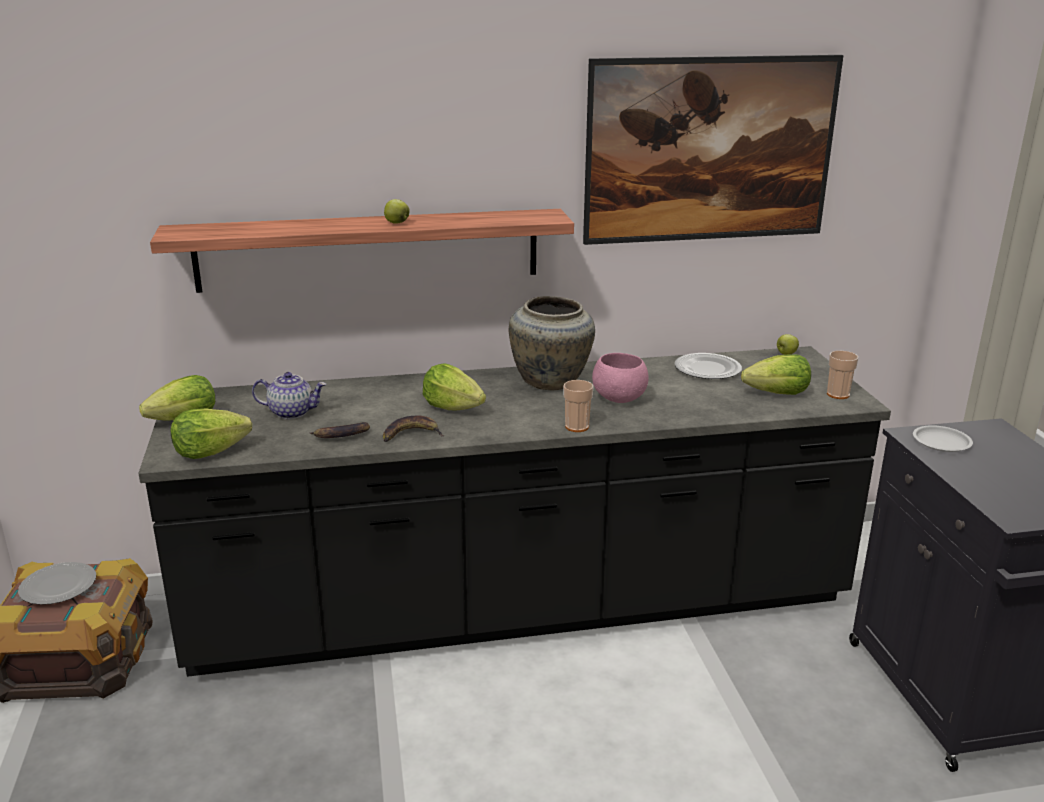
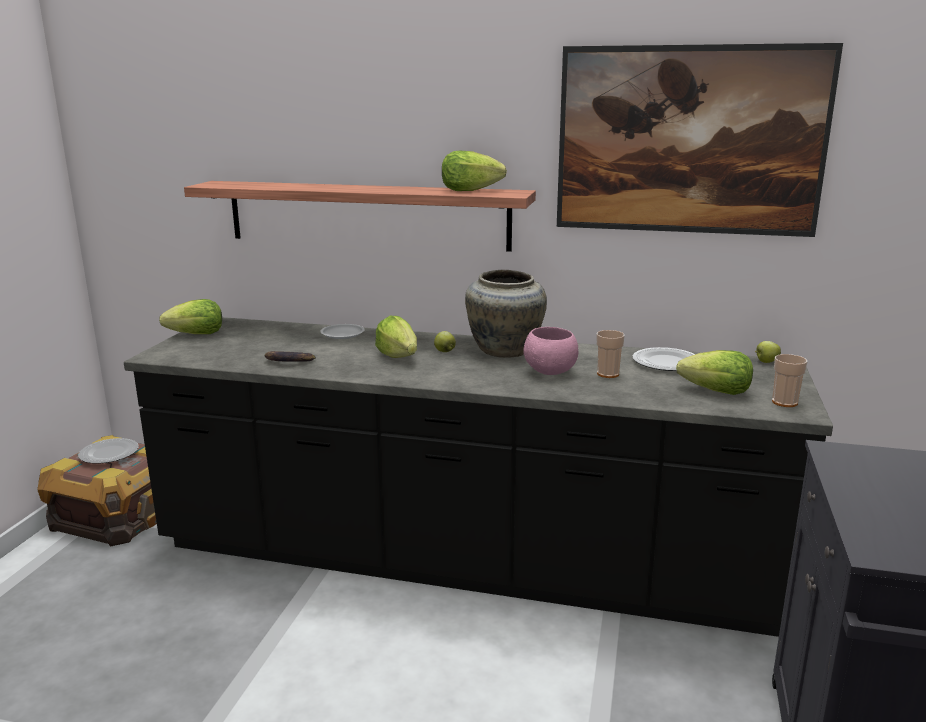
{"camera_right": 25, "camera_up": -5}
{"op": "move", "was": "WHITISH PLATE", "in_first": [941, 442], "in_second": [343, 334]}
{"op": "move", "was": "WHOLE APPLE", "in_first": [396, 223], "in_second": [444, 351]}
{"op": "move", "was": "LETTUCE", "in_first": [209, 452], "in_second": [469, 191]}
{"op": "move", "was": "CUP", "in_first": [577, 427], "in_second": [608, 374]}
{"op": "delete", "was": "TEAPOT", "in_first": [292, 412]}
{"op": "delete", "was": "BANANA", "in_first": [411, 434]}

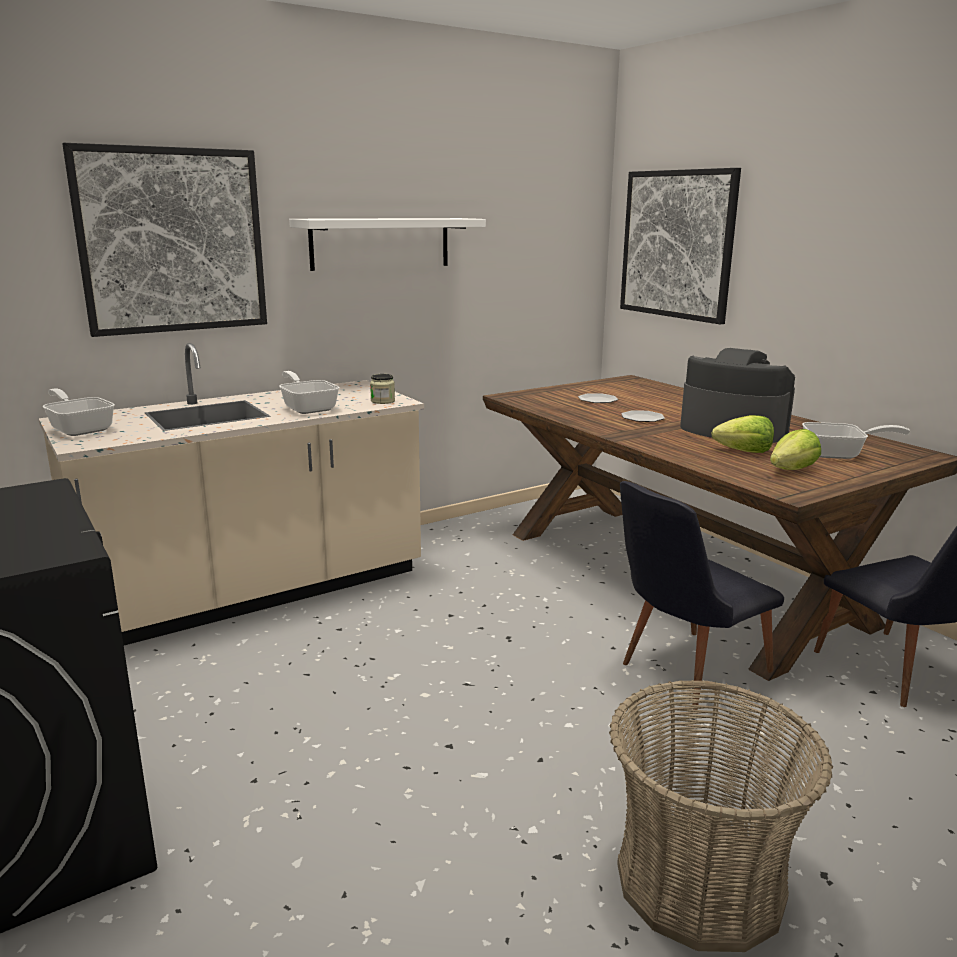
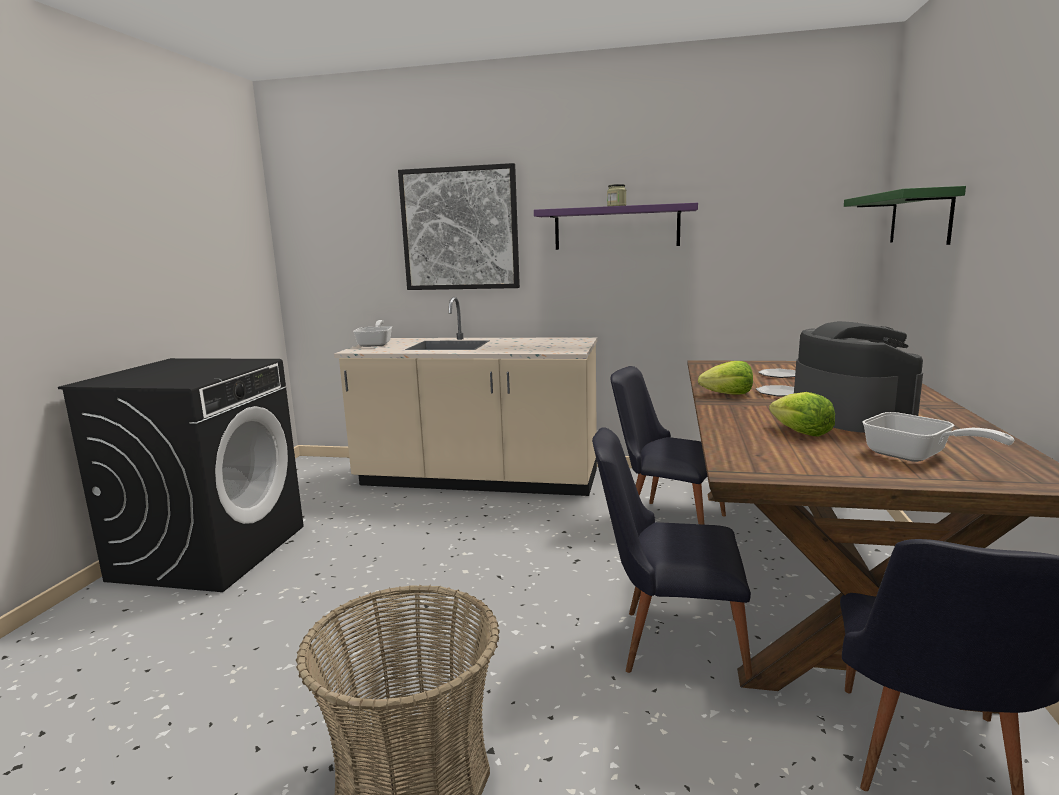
{"camera_right": 45, "camera_up": -5}
{"op": "recolor", "was": "WHITISH WALL SHELF", "now": "PURPLISH WALL SHELF", "in_first": [381, 243], "in_second": [616, 227]}
{"op": "move", "was": "STORAGE JAR", "in_first": [383, 401], "in_second": [616, 206]}
{"op": "insert", "now": "BLACK-COLOURED UPRIGHT CHAIR", "in_second": [665, 519]}
{"op": "move", "was": "LETTUCE", "in_first": [792, 470], "in_second": [728, 394]}
{"op": "replace", "was": "PICTURE", "now": "GREENISH WALL SHELF", "in_first": [677, 244], "in_second": [920, 218]}
{"op": "delete", "was": "SKILLET", "in_first": [308, 407]}

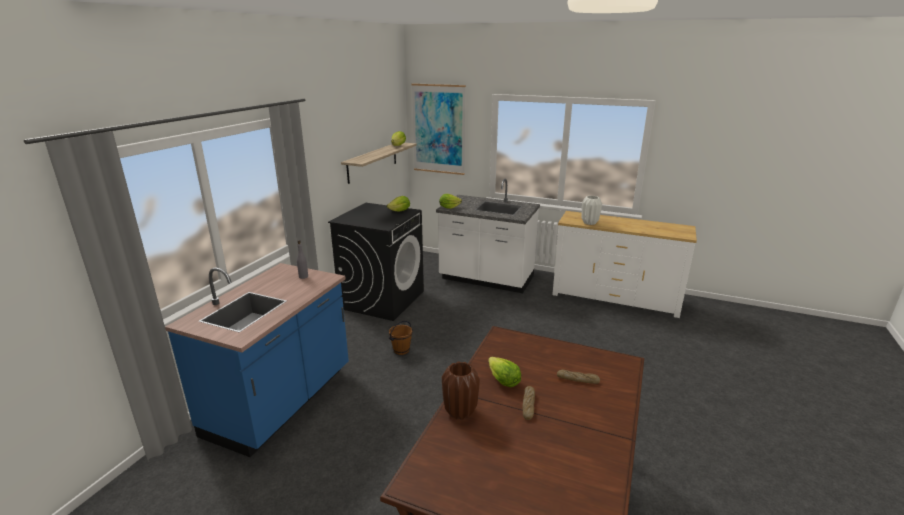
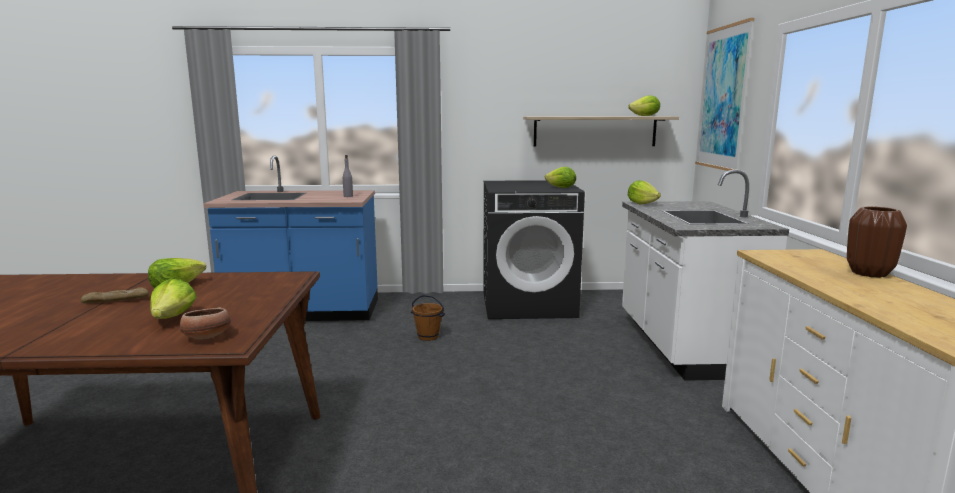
{"camera_right": 65, "camera_up": -10}
{"op": "replace", "was": "BAKED BREAD", "now": "LETTUCE", "in_first": [577, 380], "in_second": [173, 318]}
{"op": "insert", "now": "DEEP DISH", "in_second": [206, 337]}
{"op": "move", "was": "BROWNISH VASE", "in_first": [459, 412], "in_second": [868, 273]}
{"op": "delete", "was": "WHITISH VASE", "in_first": [589, 223]}

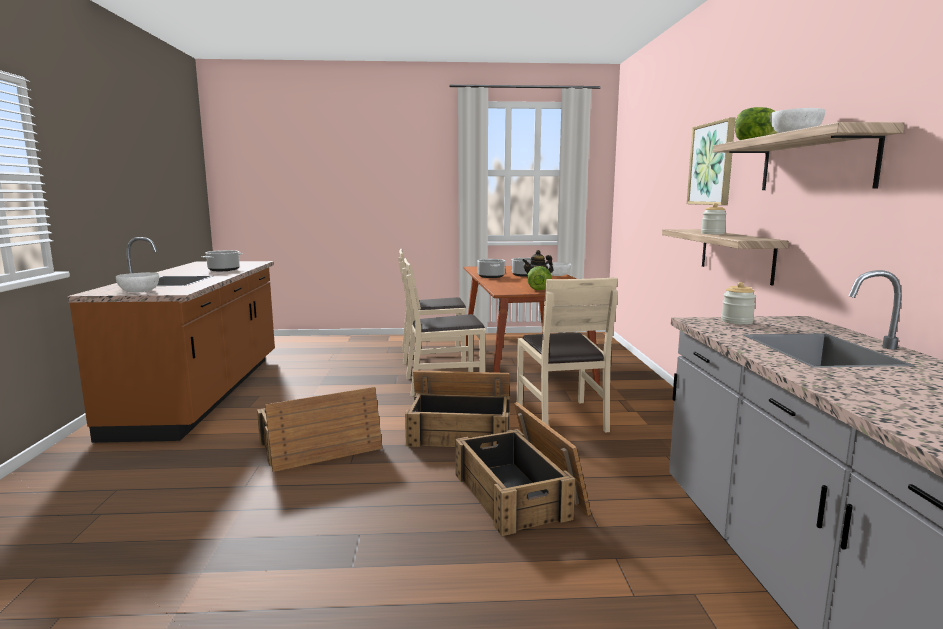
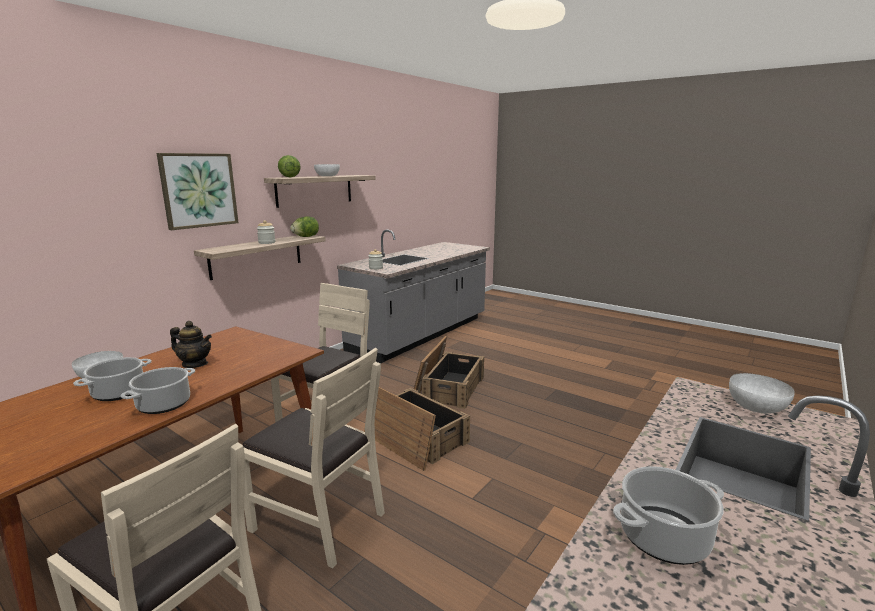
{"camera_right": -140, "camera_up": 5}
{"op": "move", "was": "LETTUCE", "in_first": [538, 289], "in_second": [306, 237]}
{"op": "delete", "was": "CRATE", "in_first": [319, 446]}

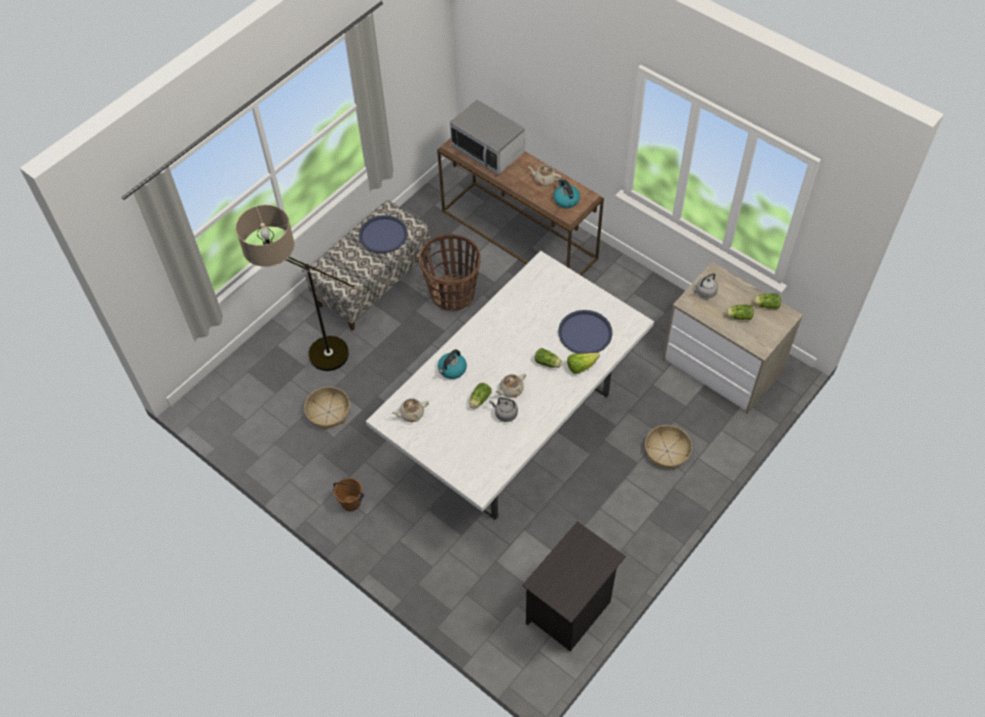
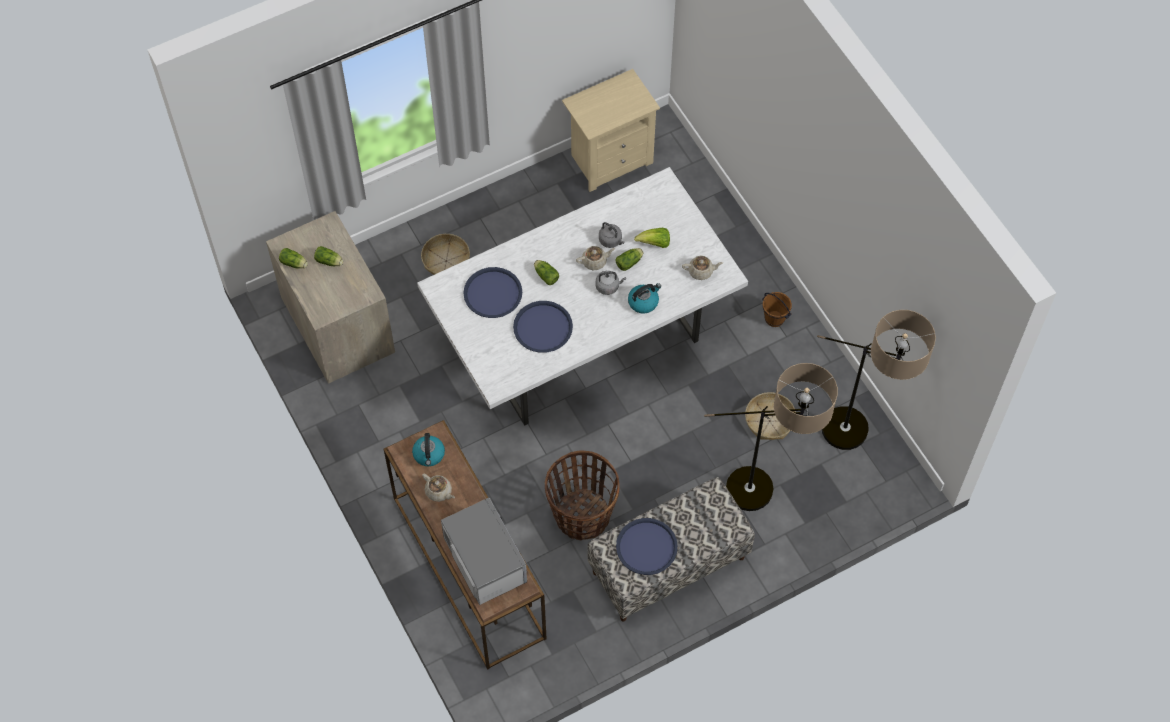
{"camera_right": -160, "camera_up": 5}
{"op": "insert", "now": "BLUE SERVING TRAY", "in_second": [543, 327]}
{"op": "recolor", "was": "BLACK-COLOURED BEDSIDE TABLE", "now": "BEIGE BEDSIDE TABLE", "in_first": [570, 611], "in_second": [610, 159]}
{"op": "move", "was": "GREY TEA KETTLE", "in_first": [704, 292], "in_second": [608, 286]}
{"op": "move", "was": "LETTUCE", "in_first": [581, 366], "in_second": [655, 243]}
{"op": "insert", "now": "STANDING LAMP", "in_second": [859, 441]}

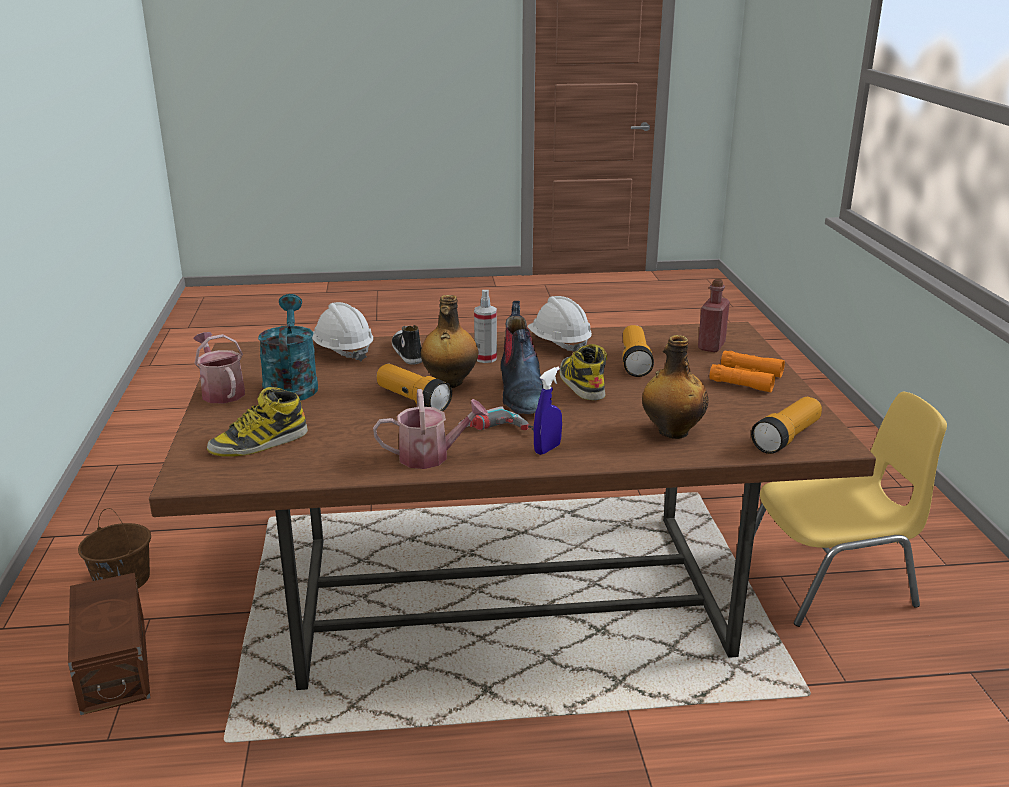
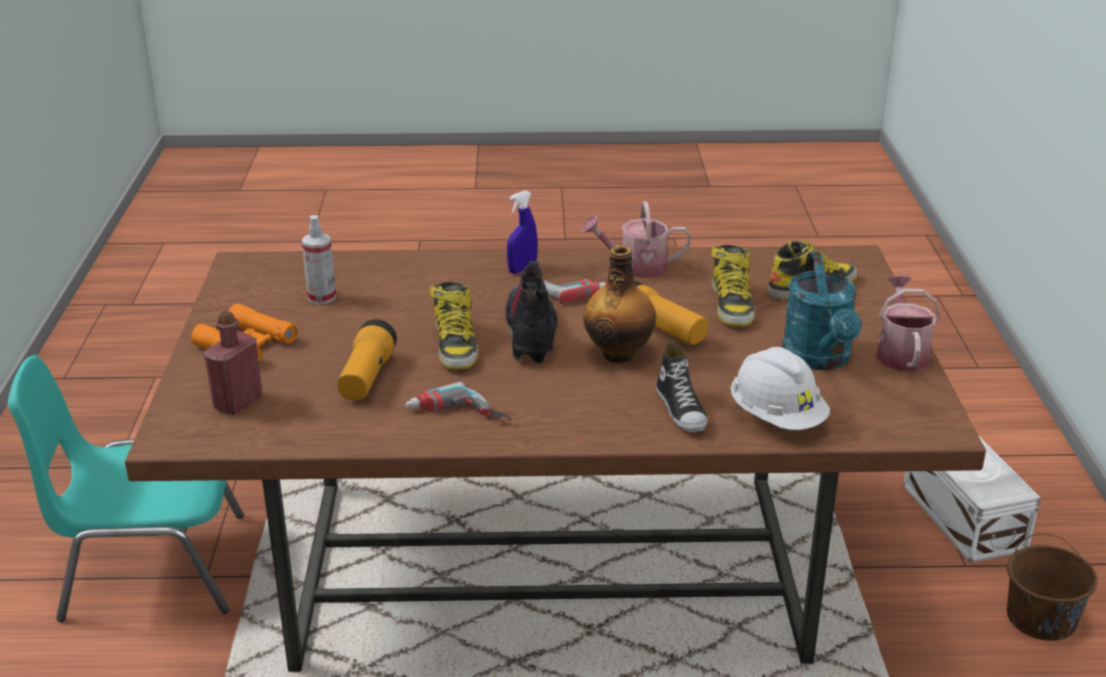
{"camera_right": -175, "camera_up": 5}
{"op": "recolor", "was": "YELLOW-COLOURED UPRIGHT CHAIR", "now": "TURQUOISE-COLOURED UPRIGHT CHAIR", "in_first": [830, 580], "in_second": [151, 567]}
{"op": "move", "was": "SPRAY BOTTLE", "in_first": [485, 358], "in_second": [322, 297]}
{"op": "replace", "was": "WHITISH HARD HAT", "now": "ELECTRIC DRILL", "in_first": [559, 344], "in_second": [456, 417]}
{"op": "insert", "now": "BOOT", "in_second": [732, 305]}
{"op": "rotate", "was": "WATERING CAN", "in_first": [221, 391], "in_second": [901, 353], "clockwise": -150}
{"op": "recolor", "was": "BROWNISH STORAGE BIN", "now": "WHITISH STORAGE BIN", "in_first": [116, 663], "in_second": [962, 518]}
{"op": "delete", "was": "DRINK BOTTLE", "in_first": [672, 432]}
{"op": "delete", "was": "TORCH", "in_first": [786, 438]}

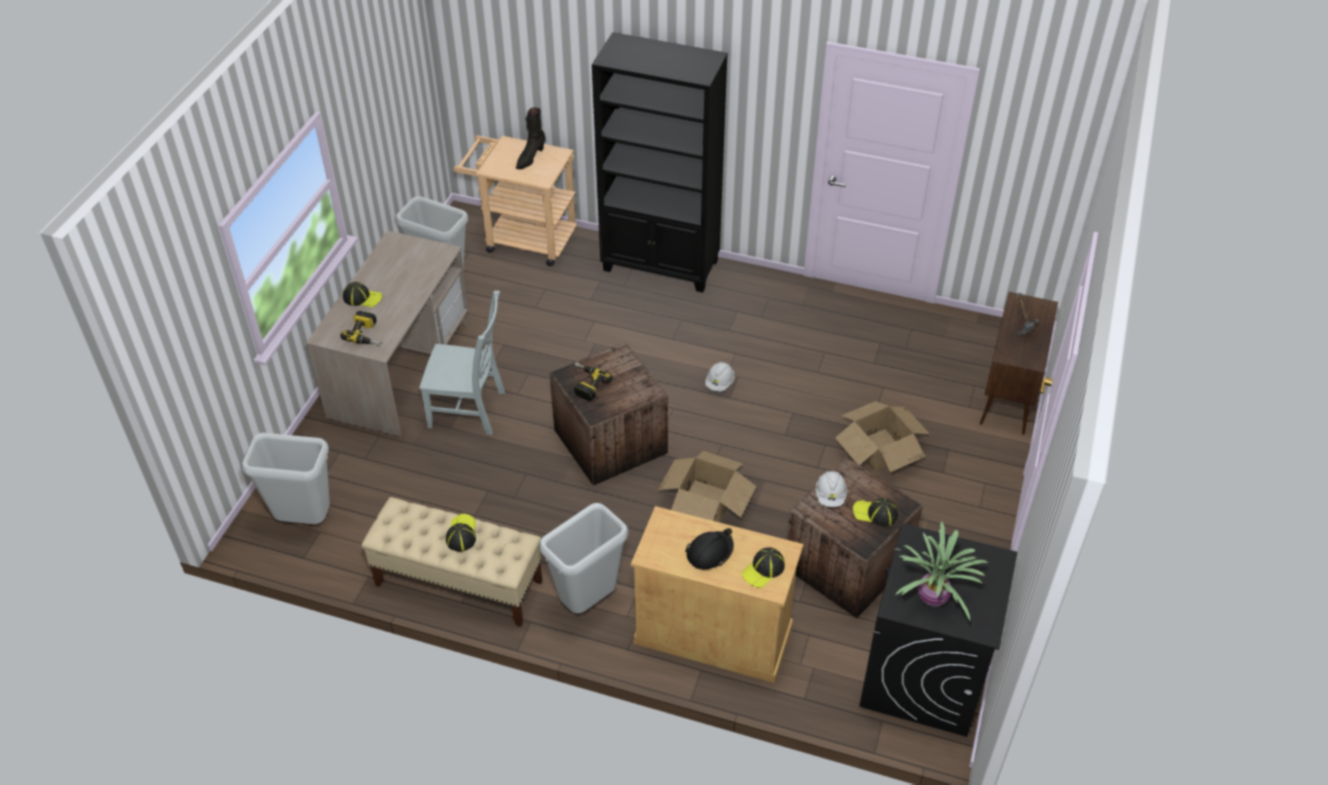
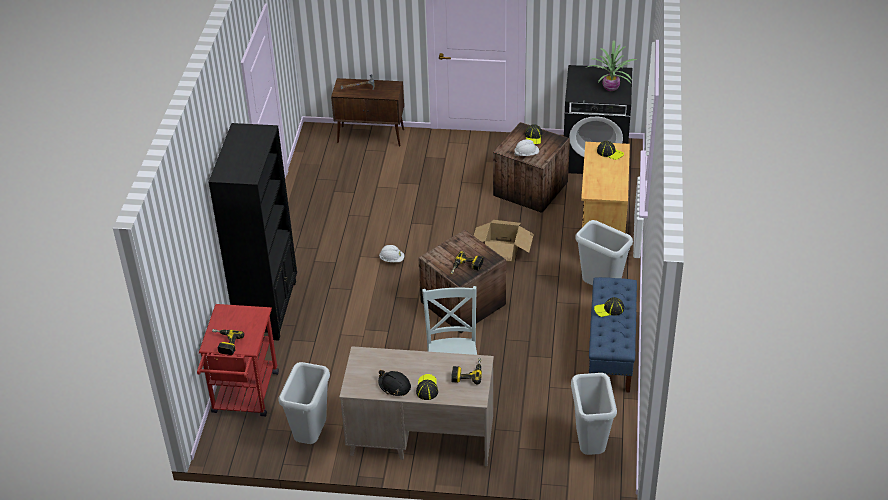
{"camera_right": -100, "camera_up": -5}
{"op": "recolor", "was": "BEIGE TROLLEY", "now": "RED-COLOURED TROLLEY", "in_first": [523, 239], "in_second": [244, 397]}
{"op": "insert", "now": "ELECTRIC DRILL", "in_second": [224, 343]}
{"op": "move", "was": "BLACK-COLOURED HARD HAT", "in_first": [710, 553], "in_second": [394, 386]}
{"op": "recolor", "was": "BEIGE LONG SEAT", "now": "BLUE LONG SEAT", "in_first": [458, 583], "in_second": [611, 351]}
{"op": "delete", "was": "BLACK-COLOURED BOOT", "in_first": [530, 158]}
{"op": "delete", "was": "PACKING BOX", "in_first": [880, 449]}

